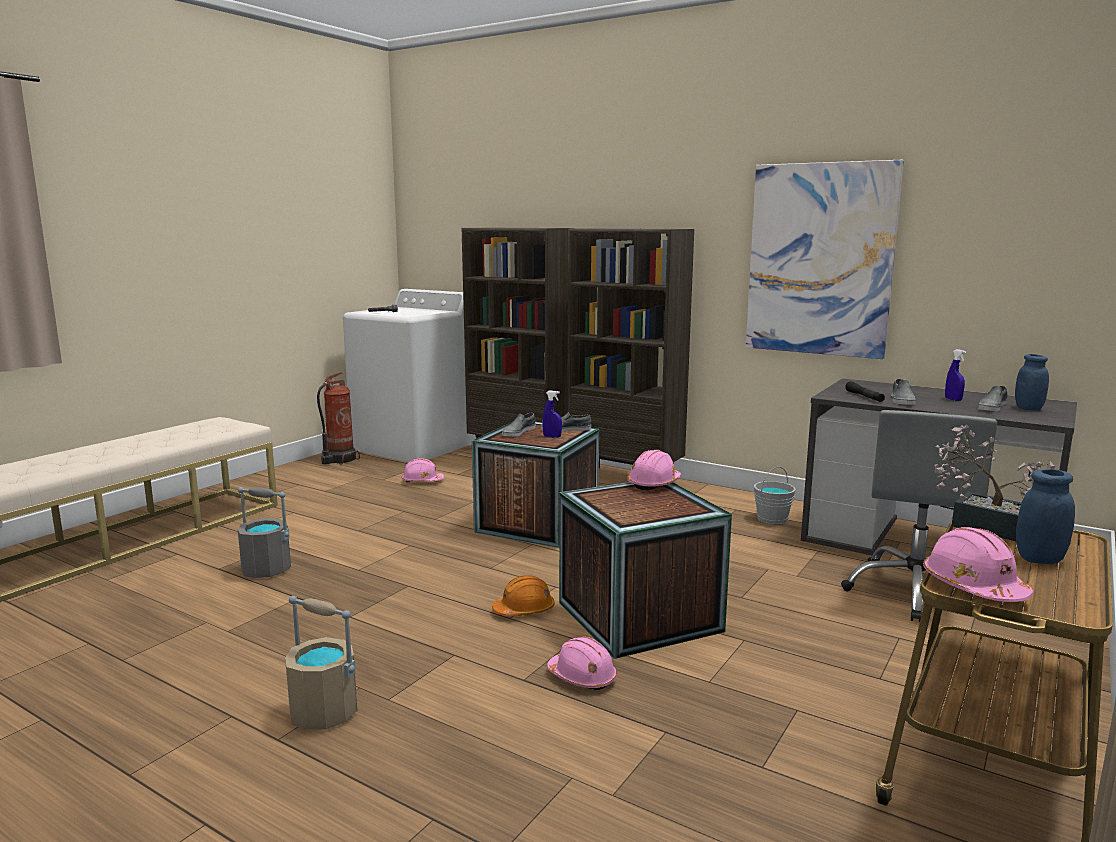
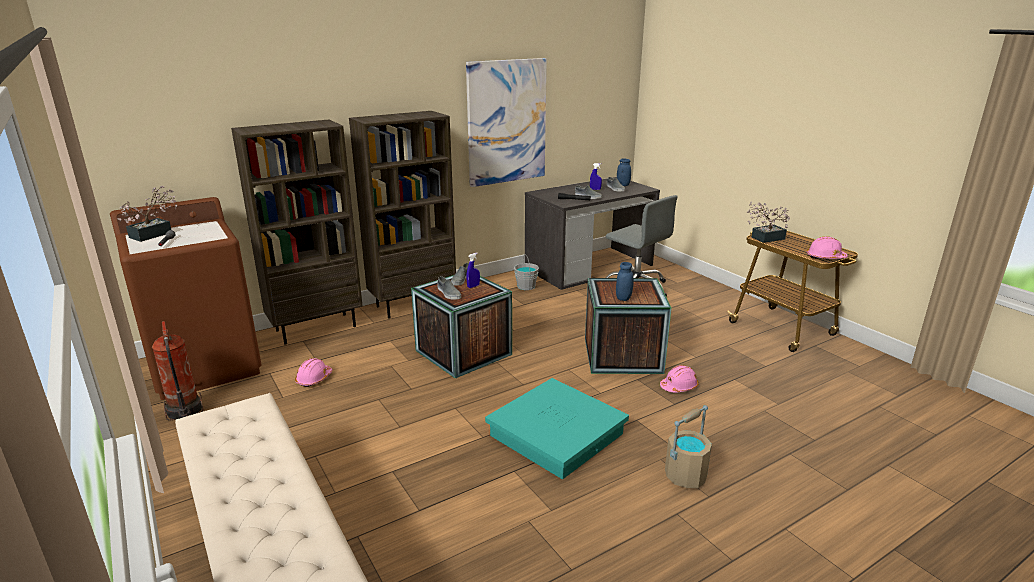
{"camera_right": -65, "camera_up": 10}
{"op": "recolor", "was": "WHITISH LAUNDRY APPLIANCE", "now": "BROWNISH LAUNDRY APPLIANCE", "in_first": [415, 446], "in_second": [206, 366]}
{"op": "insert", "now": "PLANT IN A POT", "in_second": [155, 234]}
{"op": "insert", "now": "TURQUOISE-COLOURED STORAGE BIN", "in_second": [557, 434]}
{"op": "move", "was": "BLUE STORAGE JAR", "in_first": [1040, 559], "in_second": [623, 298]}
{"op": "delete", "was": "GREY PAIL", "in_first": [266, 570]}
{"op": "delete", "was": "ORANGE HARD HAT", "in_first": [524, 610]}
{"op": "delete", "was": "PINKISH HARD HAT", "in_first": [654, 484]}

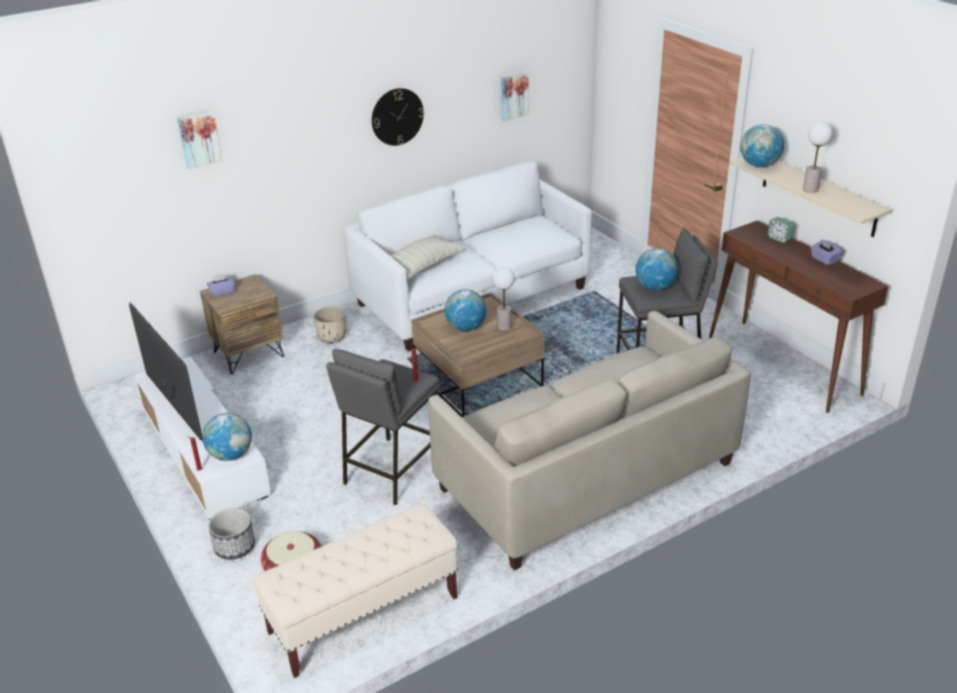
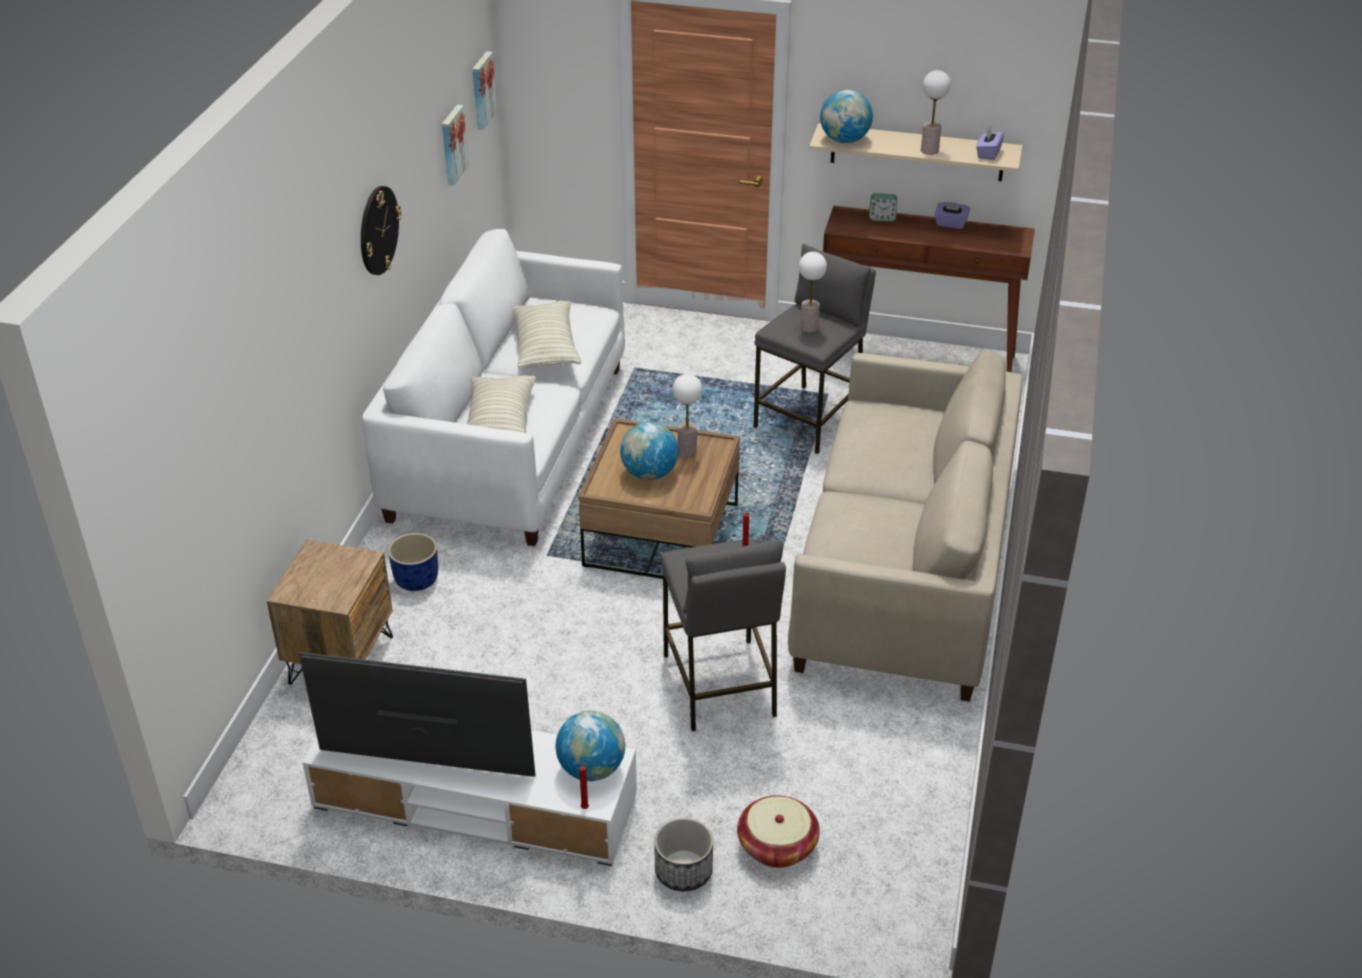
{"camera_right": -45, "camera_up": 5}
{"op": "recolor", "was": "BEIGE PLANT POT", "now": "BLUE PLANT POT", "in_first": [332, 337], "in_second": [417, 580]}
{"op": "move", "was": "PICTURE", "in_first": [199, 138], "in_second": [481, 90]}
{"op": "insert", "now": "PILLOW", "in_second": [545, 348]}
{"op": "replace", "was": "WORLD GLOBE", "now": "TABLE LAMP", "in_first": [655, 287], "in_second": [808, 327]}
{"op": "move", "was": "PURPLISH TISSUE BOX", "in_first": [222, 292], "in_second": [988, 153]}
{"op": "delete", "was": "BEIGE LONG SEAT", "in_first": [363, 615]}

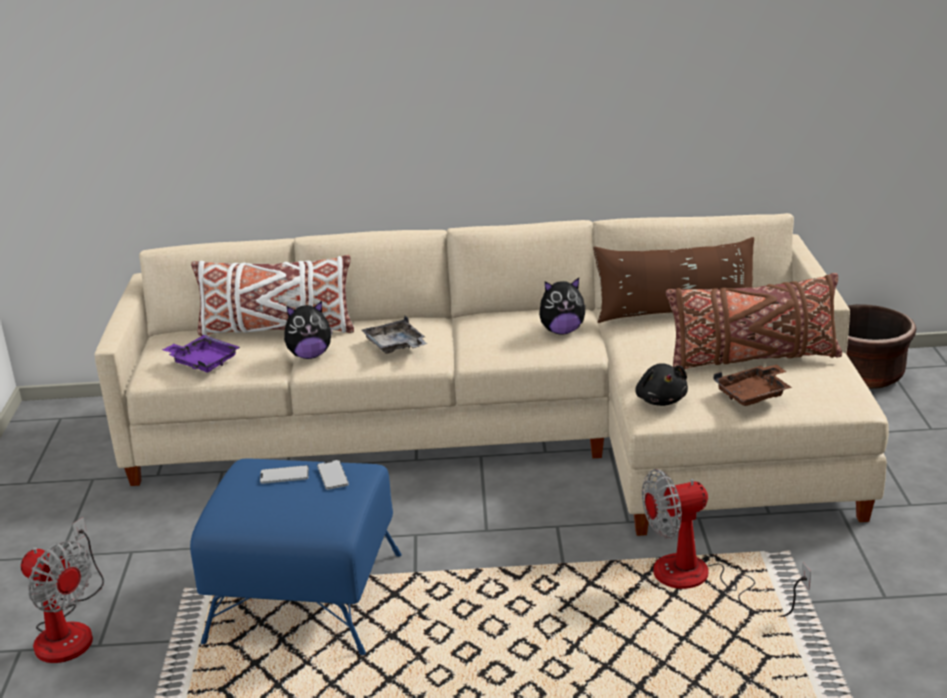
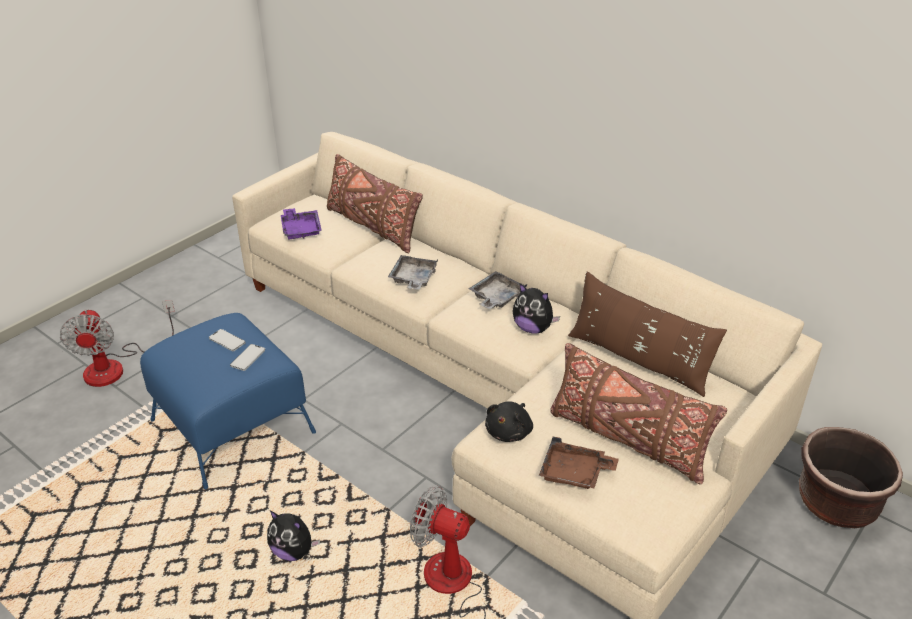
{"camera_right": 40, "camera_up": 10}
{"op": "move", "was": "SOFT TOY", "in_first": [310, 355], "in_second": [293, 551]}
{"op": "recolor", "was": "WHITISH PILLOW", "now": "BROWNISH PILLOW", "in_first": [276, 329], "in_second": [372, 226]}
{"op": "insert", "now": "GREY SERVING TRAY", "in_second": [496, 298]}

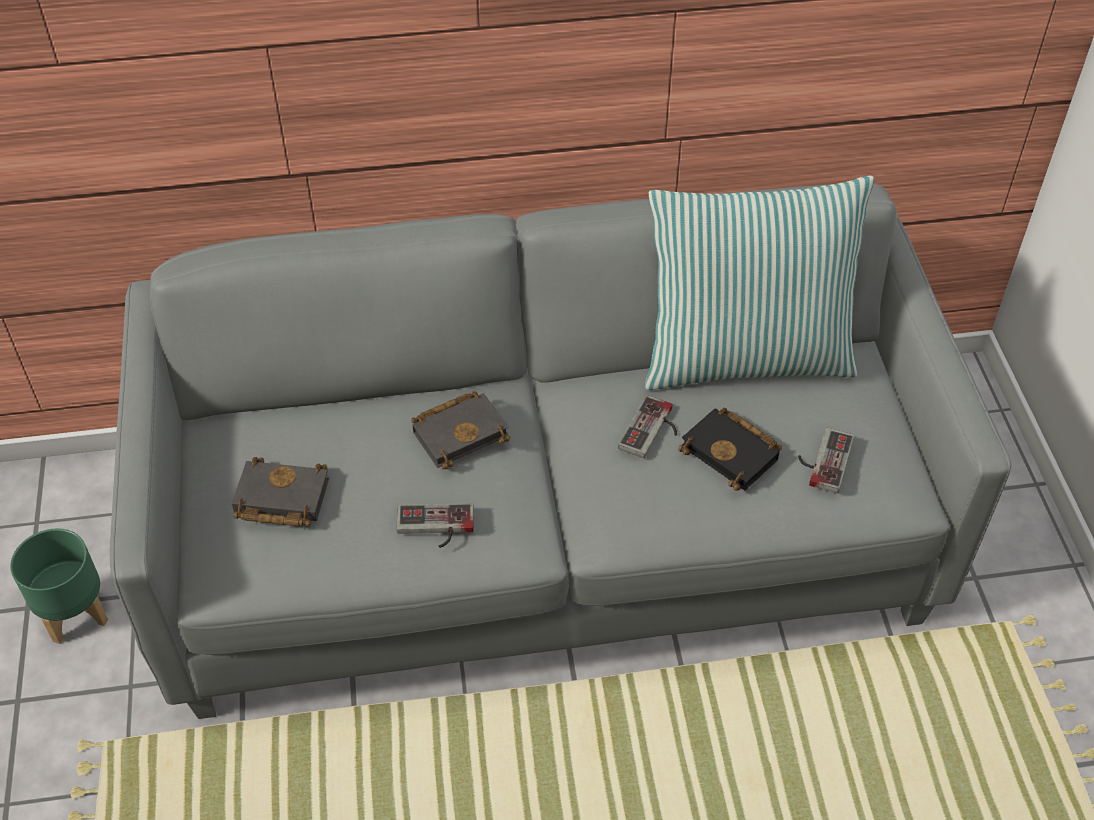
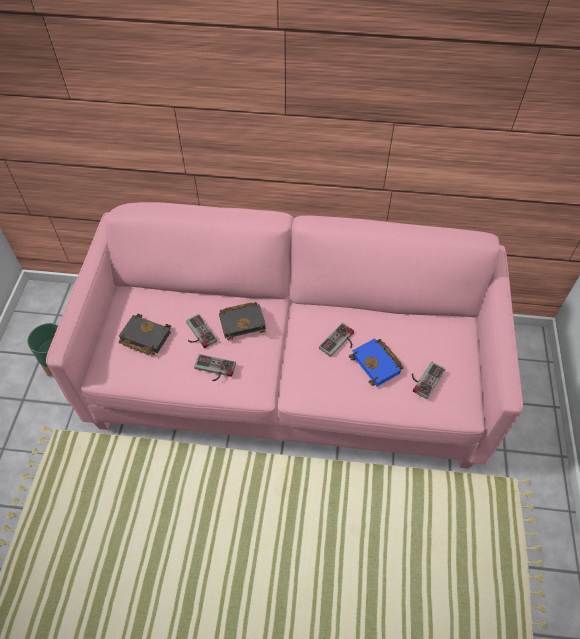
{"camera_right": 15, "camera_up": 5}
{"op": "recolor", "was": "GREY COUCH", "now": "PINKISH COUCH", "in_first": [547, 538], "in_second": [290, 377]}
{"op": "insert", "now": "JOYPAD", "in_second": [197, 334]}
{"op": "recolor", "was": "BLACK-COLOURED VOLUME", "now": "BLUE VOLUME", "in_first": [733, 453], "in_second": [377, 364]}
{"op": "delete", "was": "PILLOW", "in_first": [745, 356]}

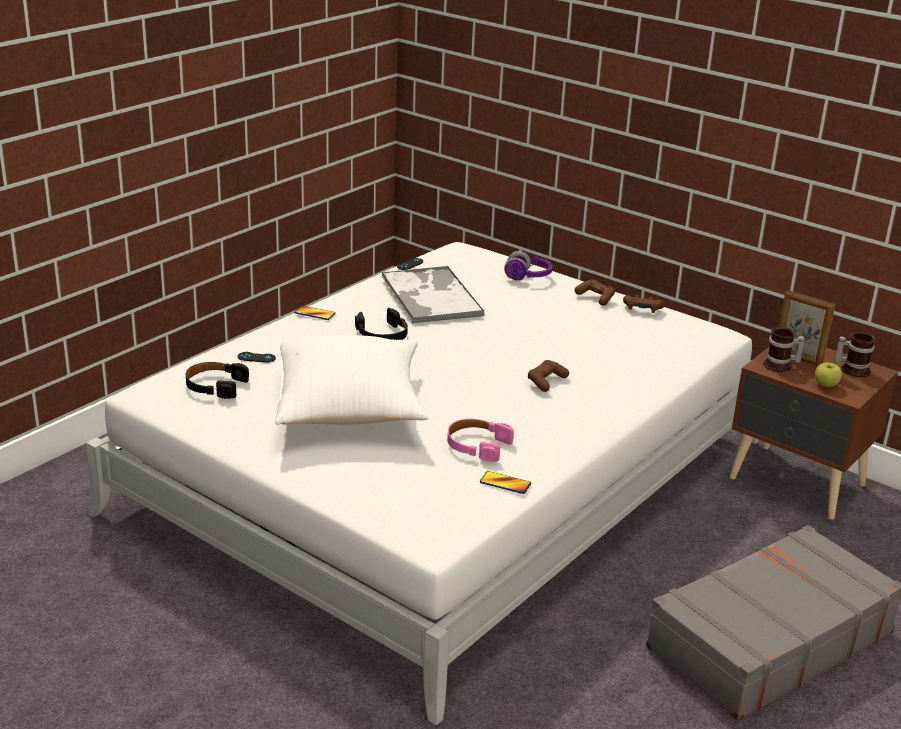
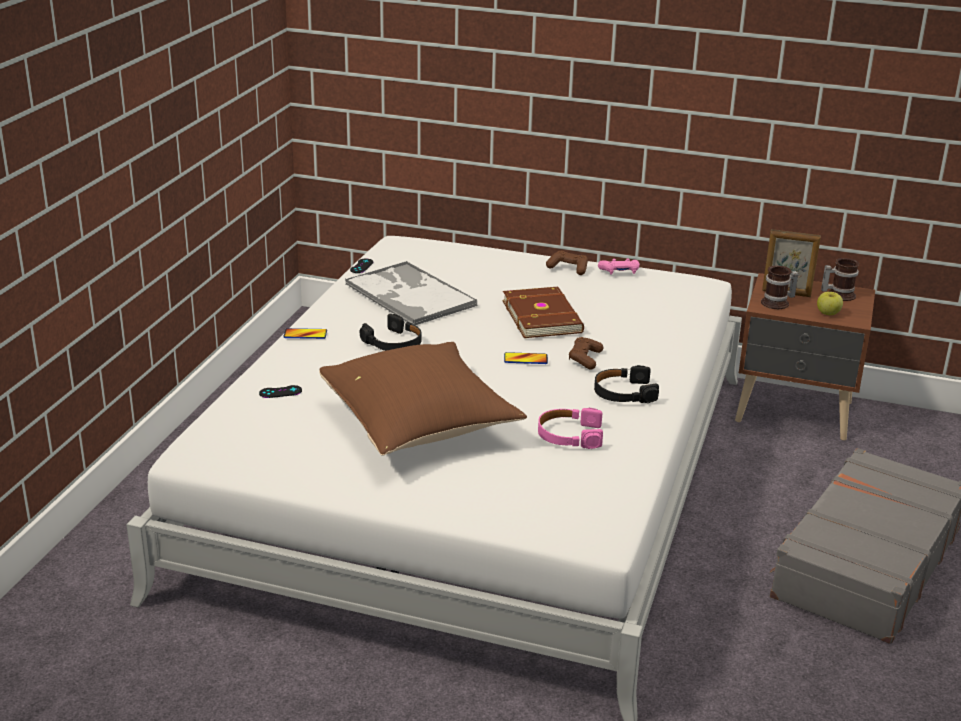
{"camera_right": -20, "camera_up": 0}
{"op": "recolor", "was": "WHITISH PILLOW", "now": "BROWNISH PILLOW", "in_first": [350, 409], "in_second": [420, 426]}
{"op": "insert", "now": "BROWNISH VOLUME", "in_second": [543, 316]}
{"op": "move", "was": "PHONE", "in_first": [505, 483], "in_second": [525, 359]}
{"op": "move", "was": "BLACK-COLOURED HEADSET", "in_first": [215, 386], "in_second": [624, 393]}
{"op": "recolor", "was": "BROWNISH JOYPAD", "now": "PINKISH JOYPAD", "in_first": [642, 309], "in_second": [619, 272]}
{"op": "delete", "was": "PURPLISH HEADSET", "in_first": [527, 277]}

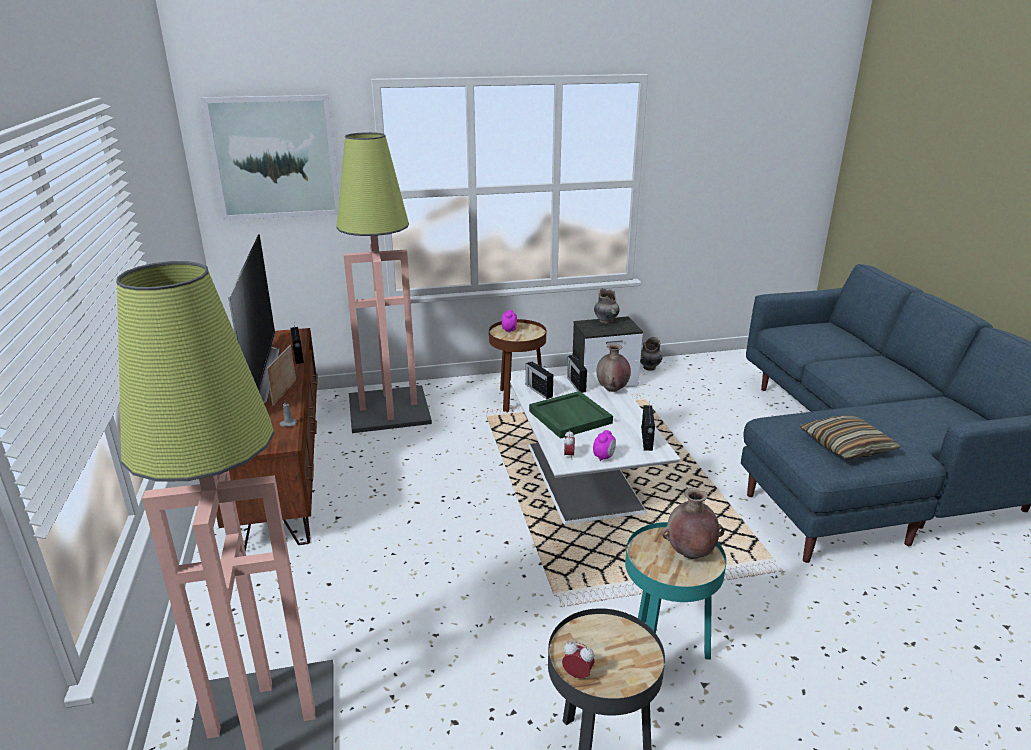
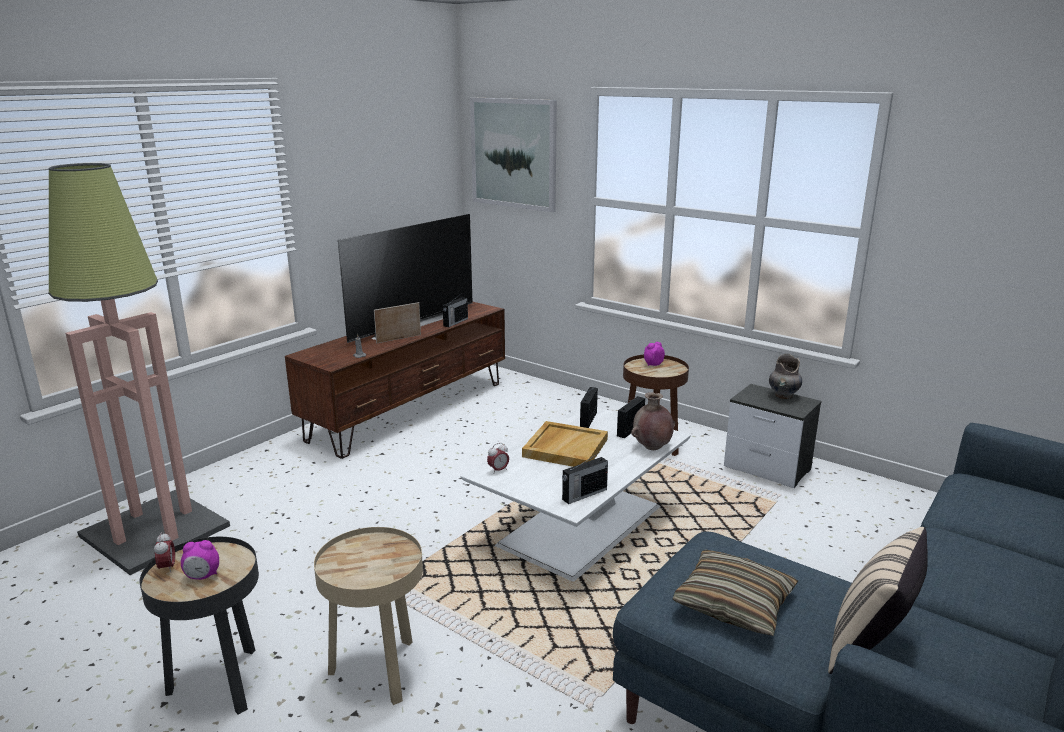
{"camera_right": 50, "camera_up": -5}
{"op": "move", "was": "TABLE CLOCK", "in_first": [604, 457], "in_second": [203, 576]}
{"op": "recolor", "was": "TURQUOISE-COLOURED ACCENT TABLE", "now": "BEIGE ACCENT TABLE", "in_first": [664, 650], "in_second": [379, 670]}
{"op": "recolor", "was": "GREENISH SERVING TRAY", "now": "BEIGE SERVING TRAY", "in_first": [569, 417], "in_second": [565, 447]}
{"op": "insert", "now": "BEIGE PILLOW", "in_second": [870, 647]}
{"op": "delete", "was": "STANDING LAMP", "in_first": [387, 409]}
{"op": "delete", "was": "GREY VASE", "in_first": [649, 368]}
{"op": "delete", "was": "BROWNISH VASE", "in_first": [689, 553]}

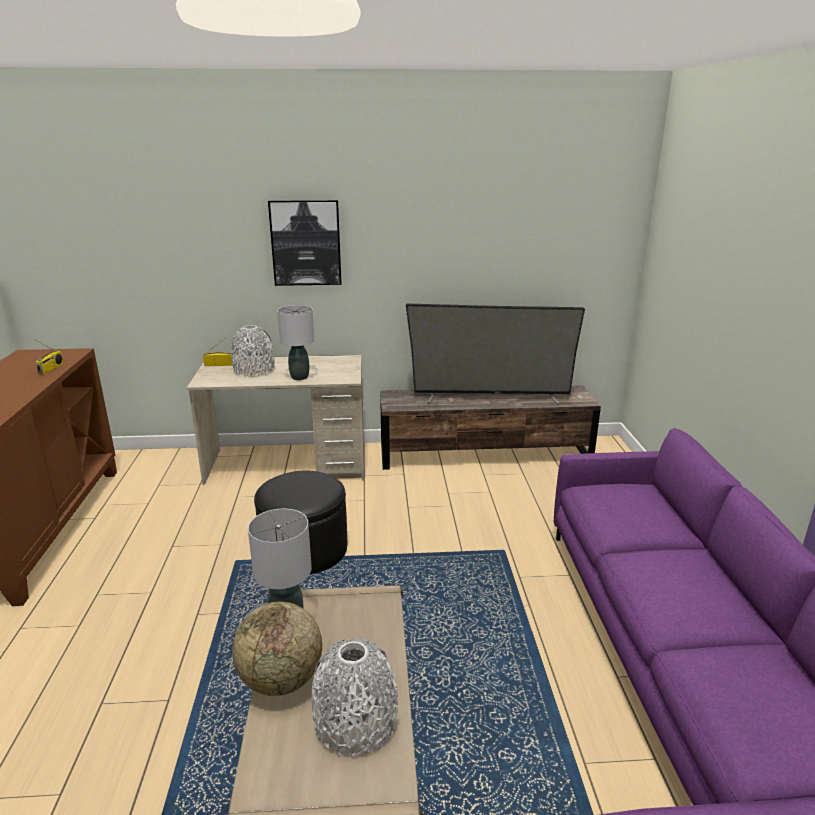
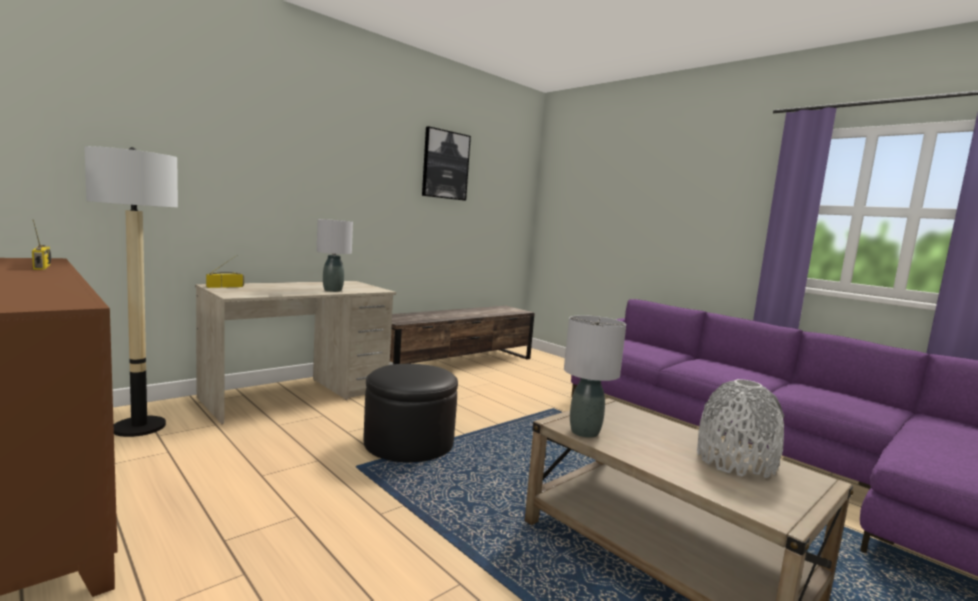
{"camera_right": -40, "camera_up": -15}
{"op": "insert", "now": "STANDING LAMP", "in_second": [139, 427]}
{"op": "move", "was": "PICTURE", "in_first": [306, 243], "in_second": [445, 165]}
{"op": "delete", "was": "GREY VASE", "in_first": [254, 369]}
{"op": "delete", "was": "WORLD GLOBE", "in_first": [281, 680]}
{"op": "delete", "was": "TV SET", "in_first": [491, 398]}

